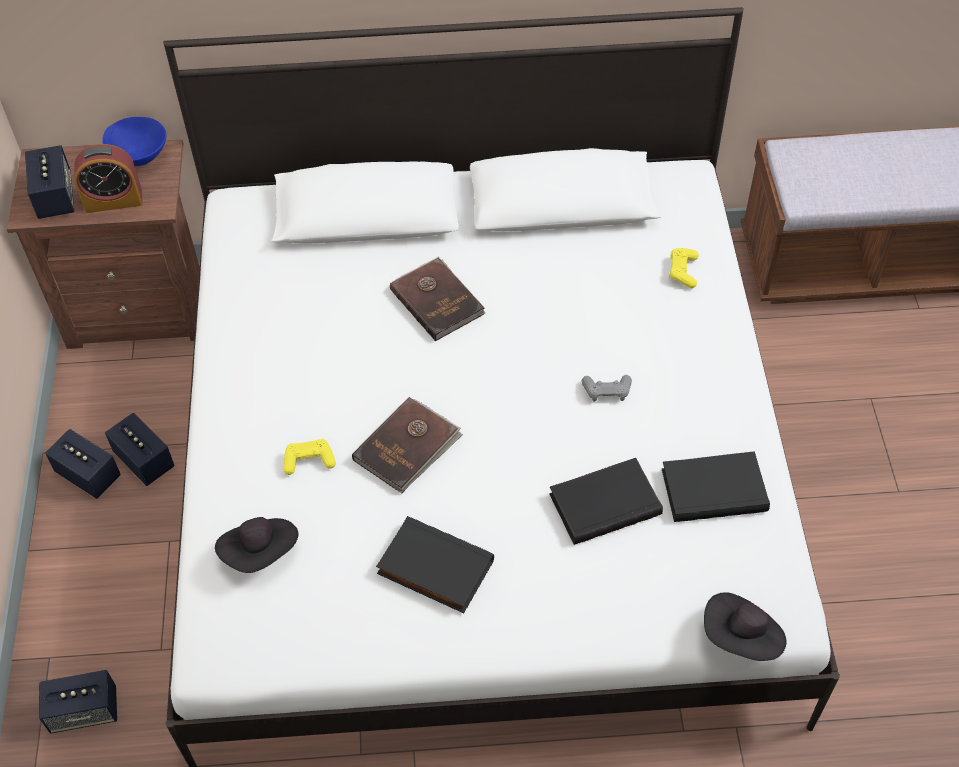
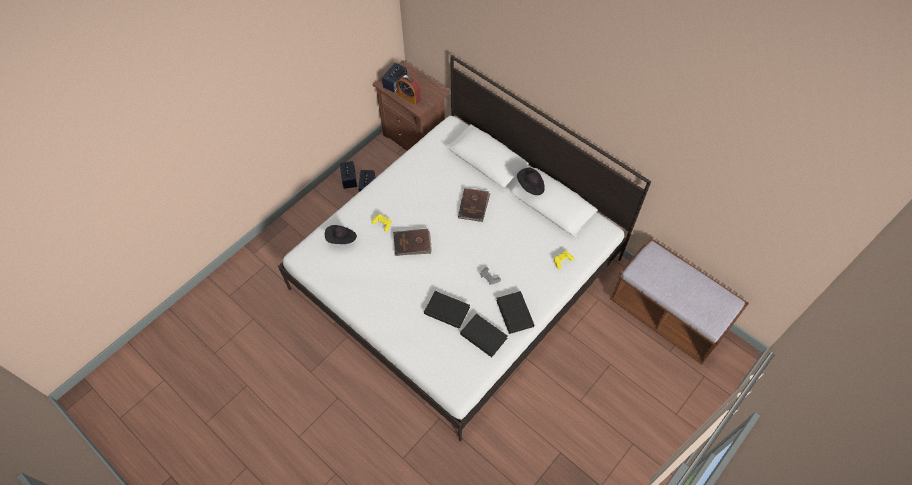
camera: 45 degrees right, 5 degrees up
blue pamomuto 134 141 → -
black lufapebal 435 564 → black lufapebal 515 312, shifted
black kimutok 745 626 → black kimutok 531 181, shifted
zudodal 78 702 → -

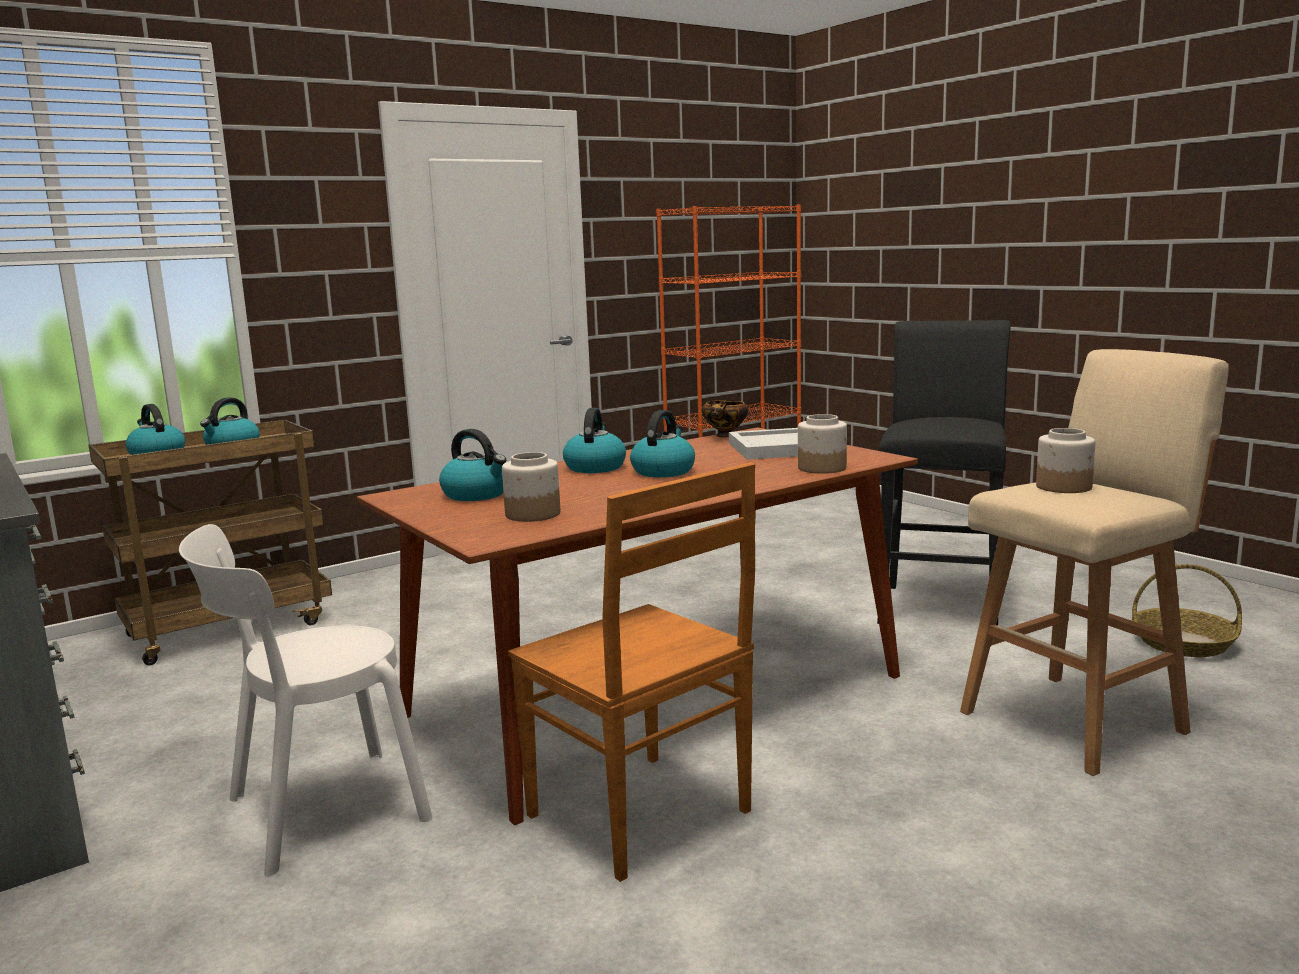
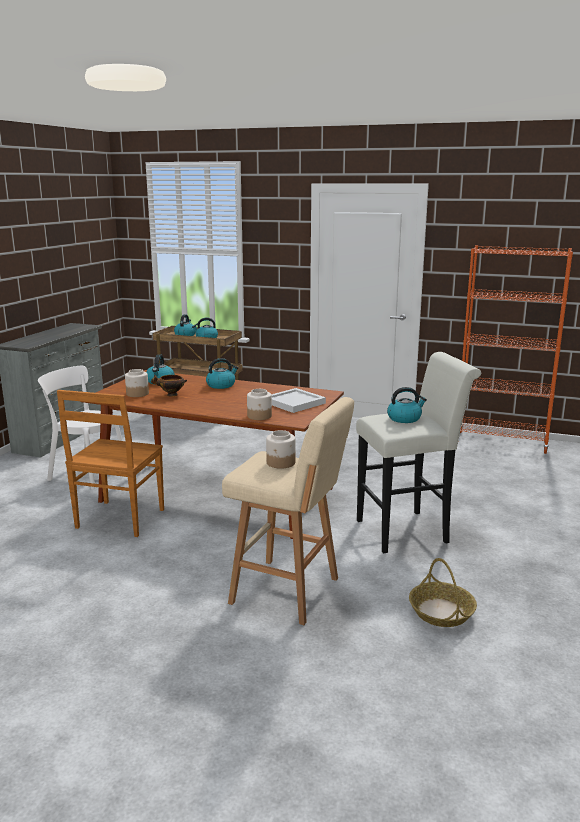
camera: 55 degrees right, 5 degrees up
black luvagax 943 473 → white luvagax 418 452
pamomuto 724 419 → pamomuto 169 385, shifted
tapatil 662 443 → tapatil 407 405, shifted

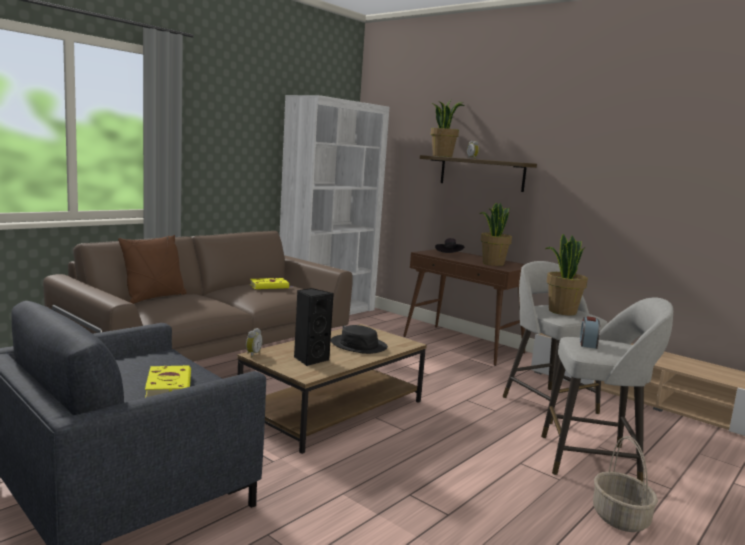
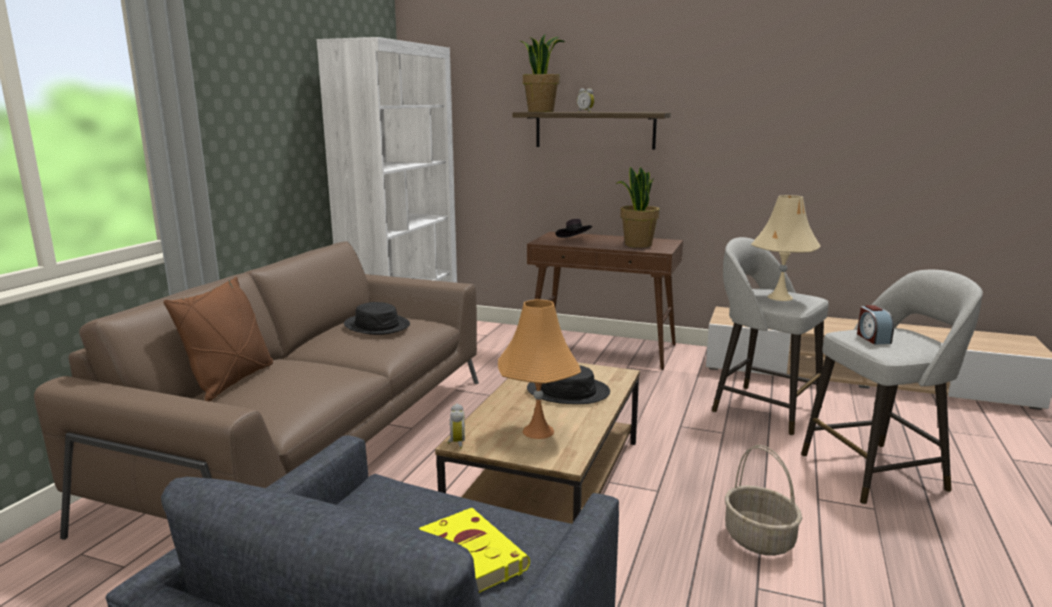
camera: 20 degrees left, 5 degrees up
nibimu 566 274 → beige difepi 785 248
yellow lufapebal 271 283 → black kimutok 377 318
black zudodal 314 327 → orange difepi 539 369
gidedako 625 484 → gidedako 763 500, shifted

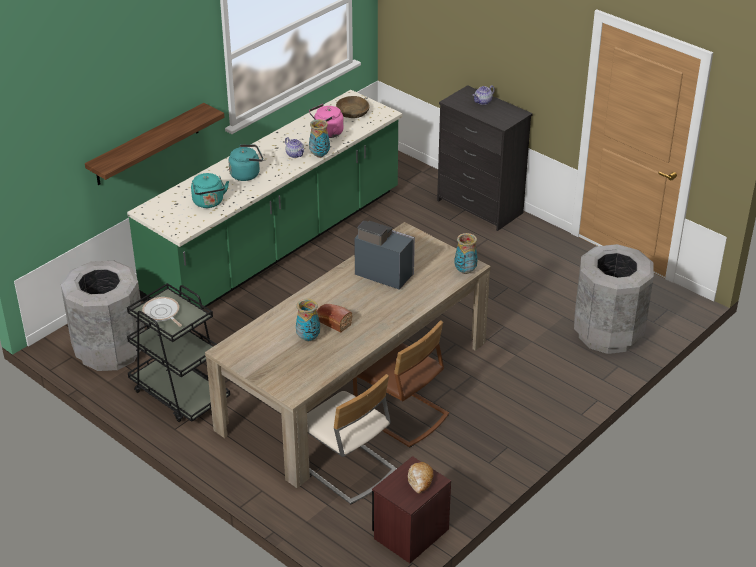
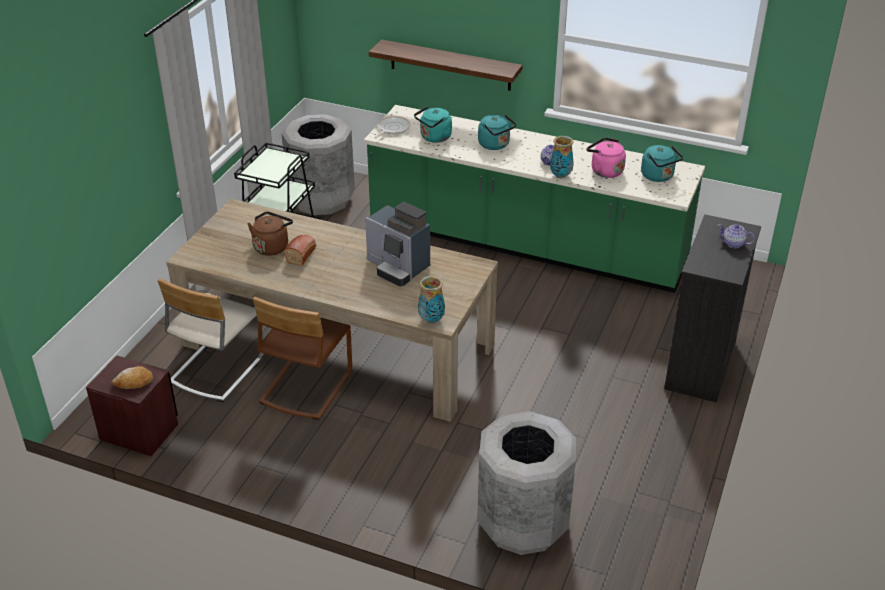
camera: 70 degrees right, 0 degrees up
brown pamomuto 353 107 → turquoise tapatil 662 163
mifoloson 384 255 → mifoloson 397 244, 120 degrees clockwise
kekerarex 162 312 → kekerarex 392 127, shifted
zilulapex 308 320 → brown tapatil 270 233

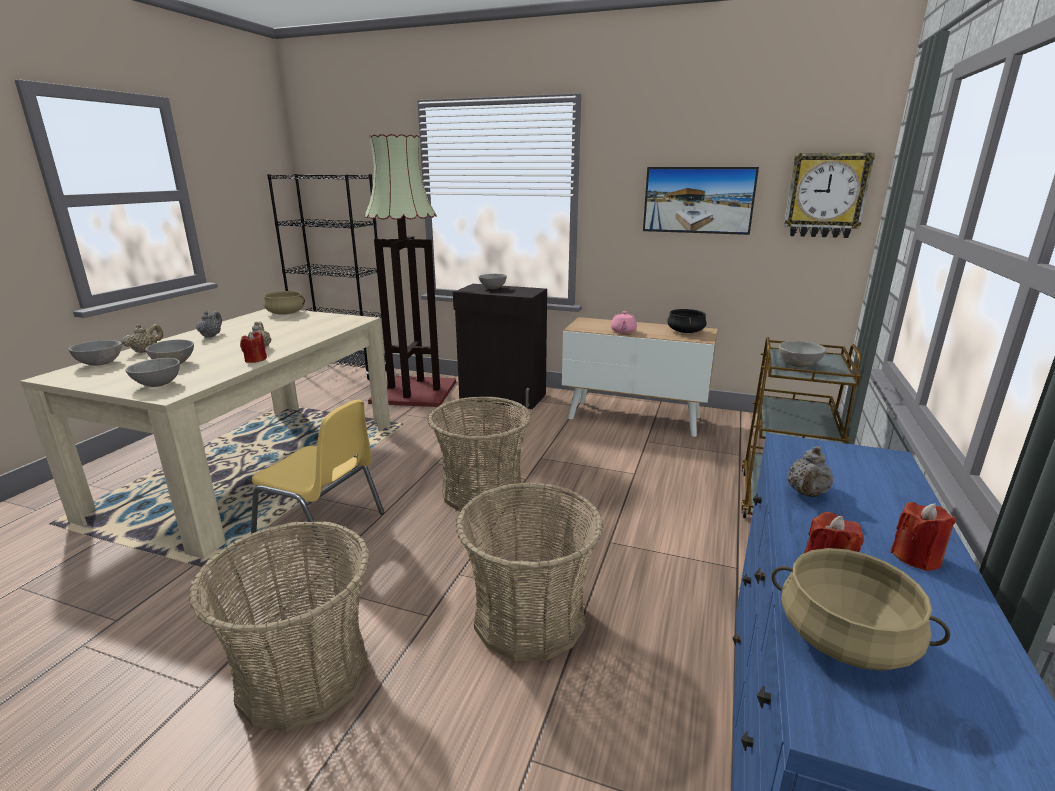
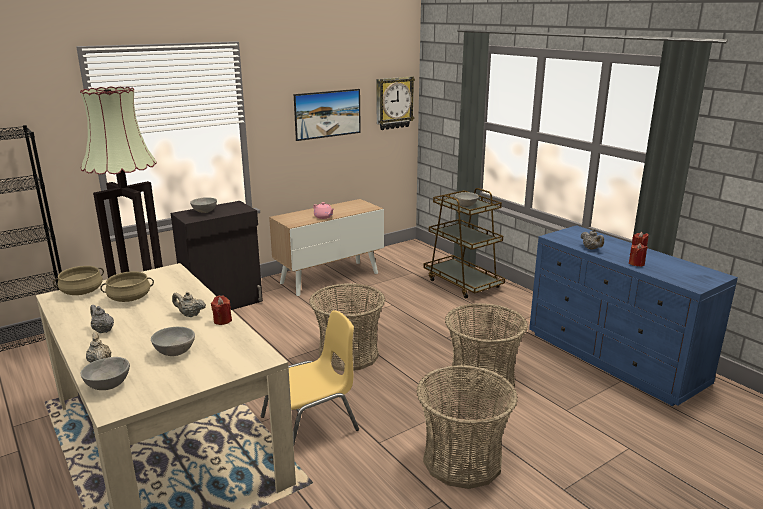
camera: 55 degrees left, 0 degrees up
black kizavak 686 321 → -
grey pamomuto 152 372 → -
beige kizavak 860 609 → beige kizavak 127 286, shifted

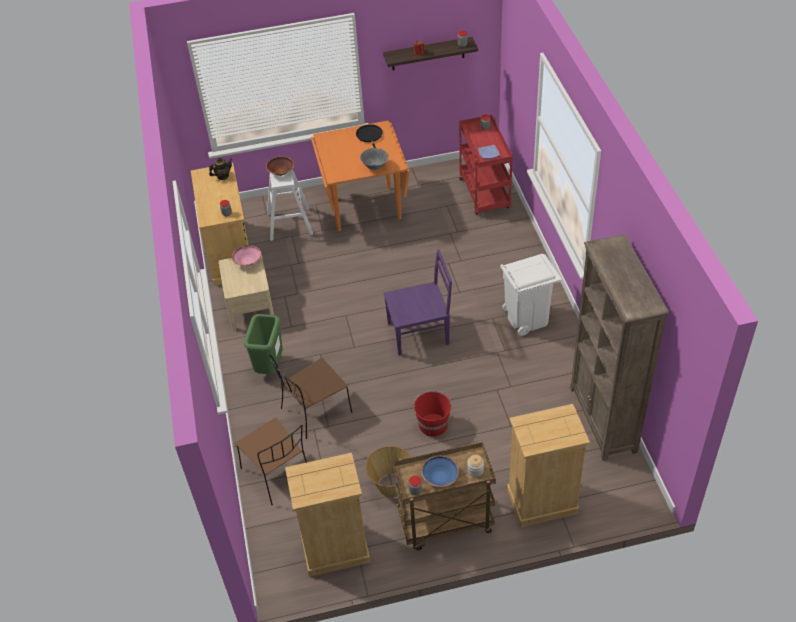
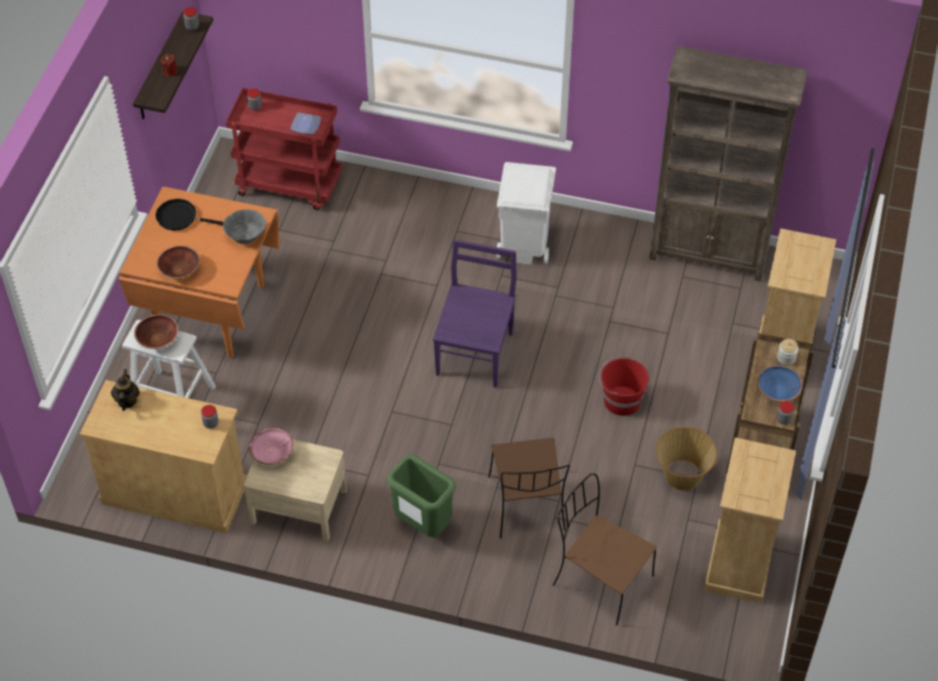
camera: 65 degrees left, 5 degrees up
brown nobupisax 271 461 → brown nobupisax 605 549, 135 degrees counterclockwise
- → brown pamomuto 178 262

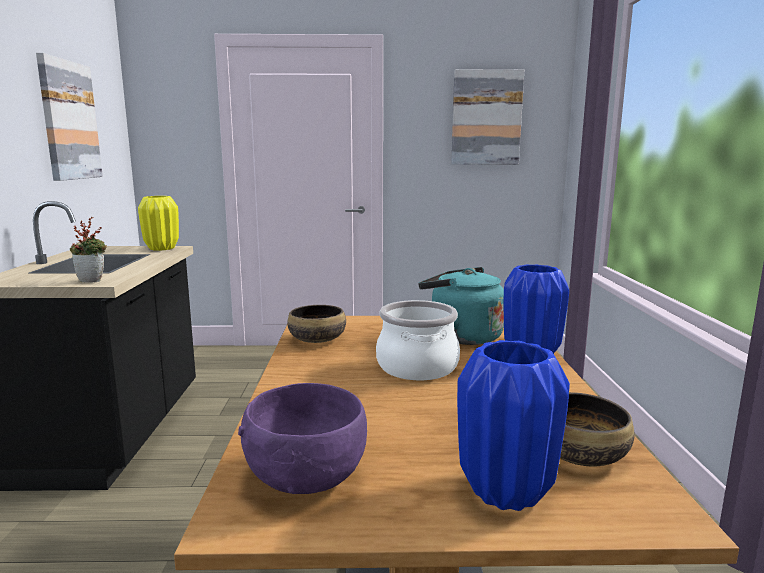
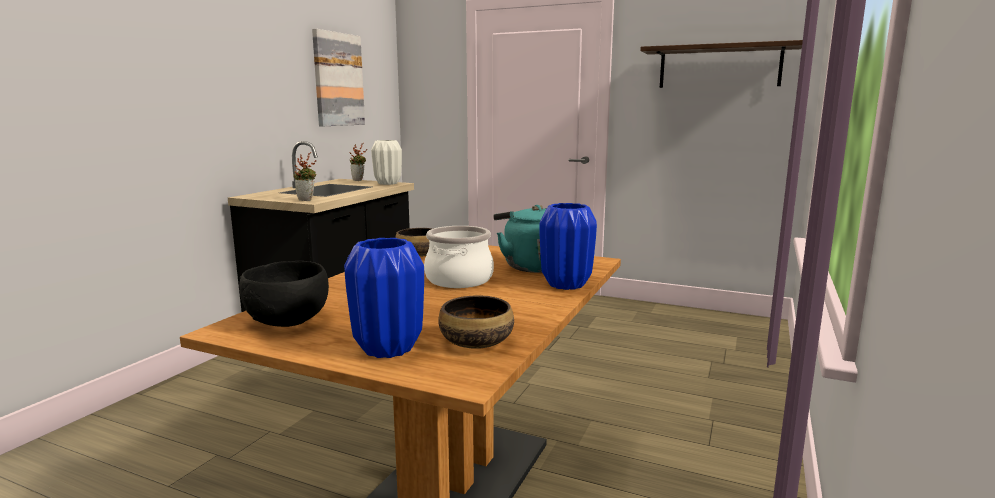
camera: 25 degrees right, 0 degrees up
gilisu 487 117 → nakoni 721 64
yellow zilulapex 158 223 → white zilulapex 386 162
purple pamomuto 302 438 → black pamomuto 284 294
- → nibimu 358 162

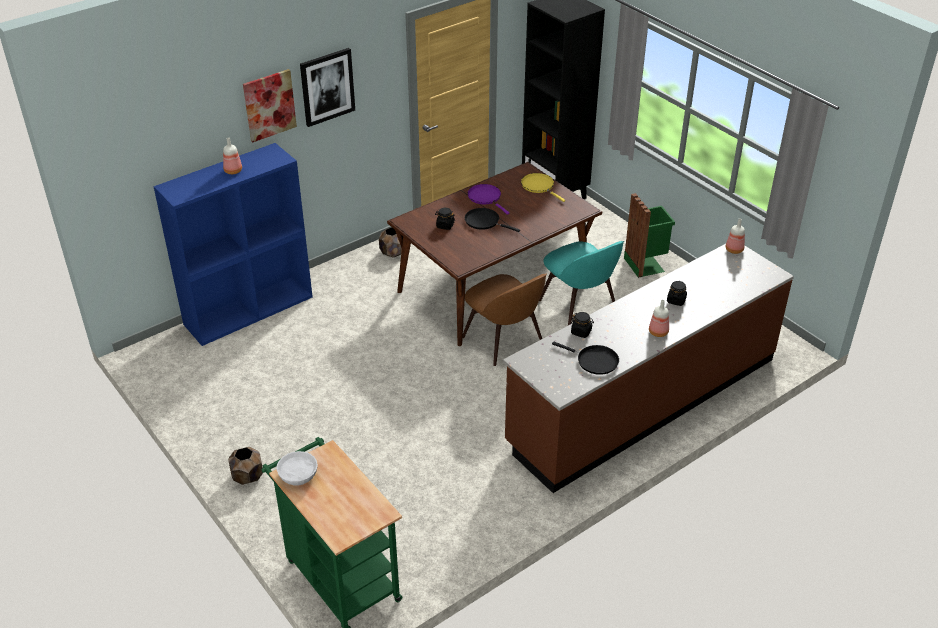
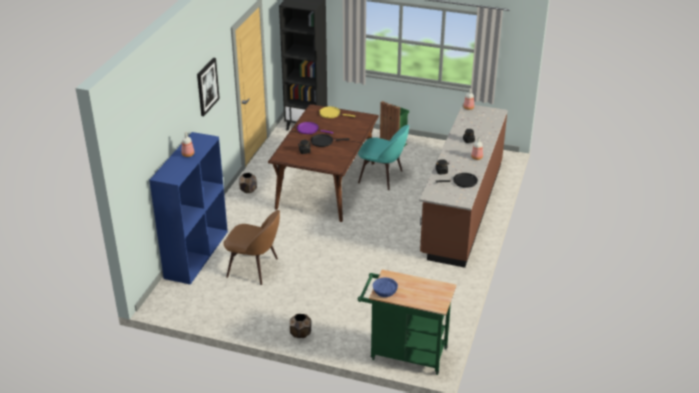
camera: 35 degrees left, 5 degrees down
gilisu 270 105 → -
brown nobupisax 505 319 → brown nobupisax 251 247, shifted
white pamomuto 297 468 → blue pamomuto 385 287

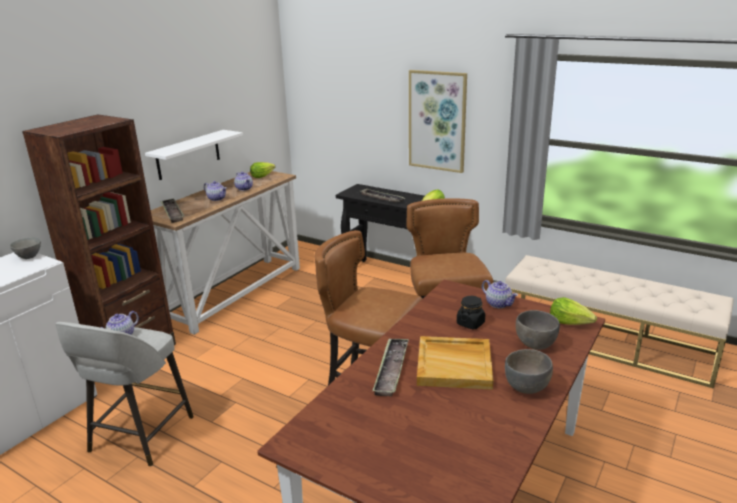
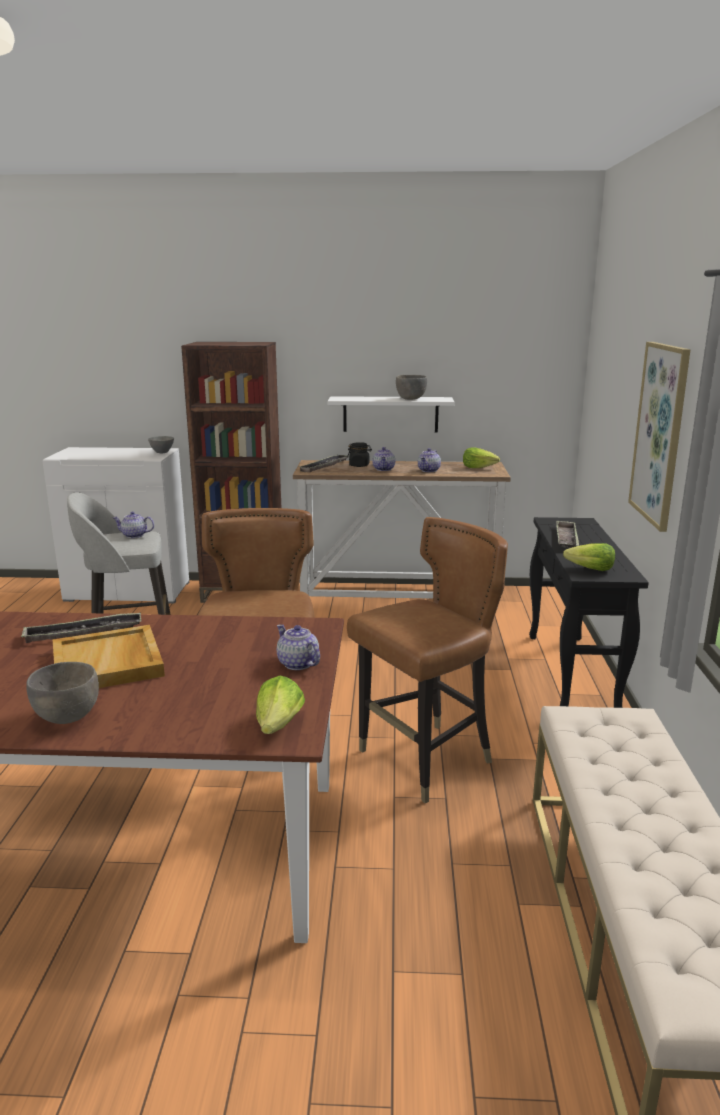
camera: 60 degrees right, 5 degrees down
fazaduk 500 294 → fazaduk 298 647, 120 degrees clockwise
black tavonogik 471 312 → black tavonogik 359 454, shifted
grey pamomuto 538 330 → grey pamomuto 411 387, shifted

